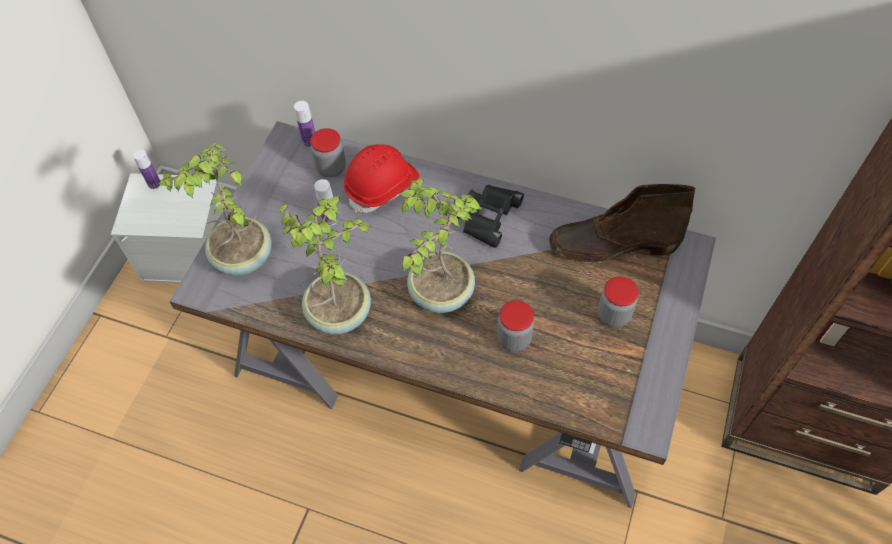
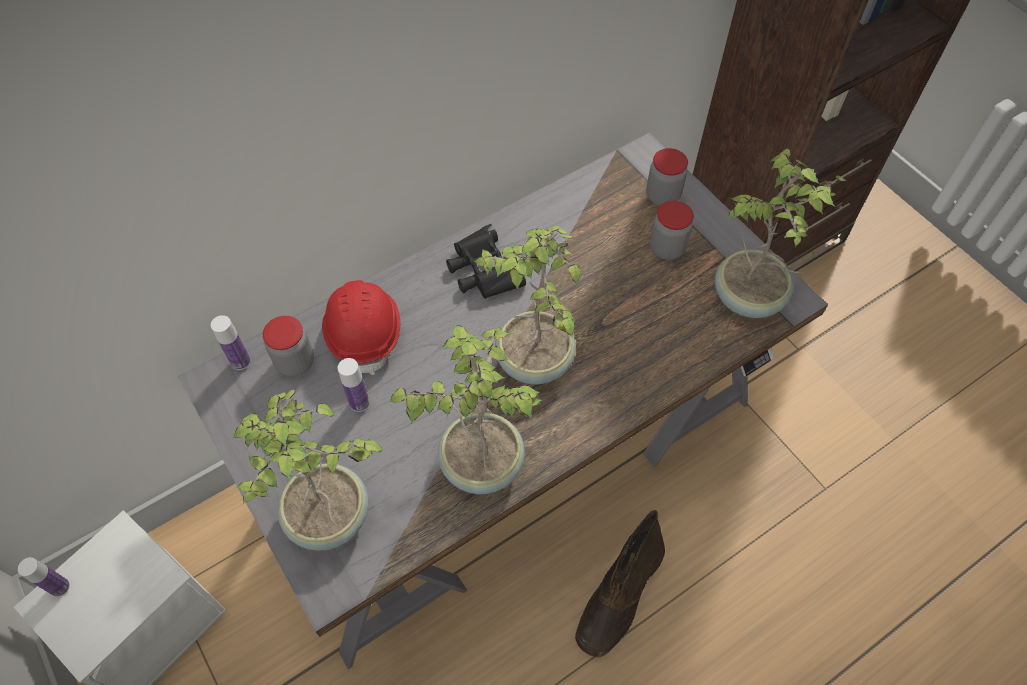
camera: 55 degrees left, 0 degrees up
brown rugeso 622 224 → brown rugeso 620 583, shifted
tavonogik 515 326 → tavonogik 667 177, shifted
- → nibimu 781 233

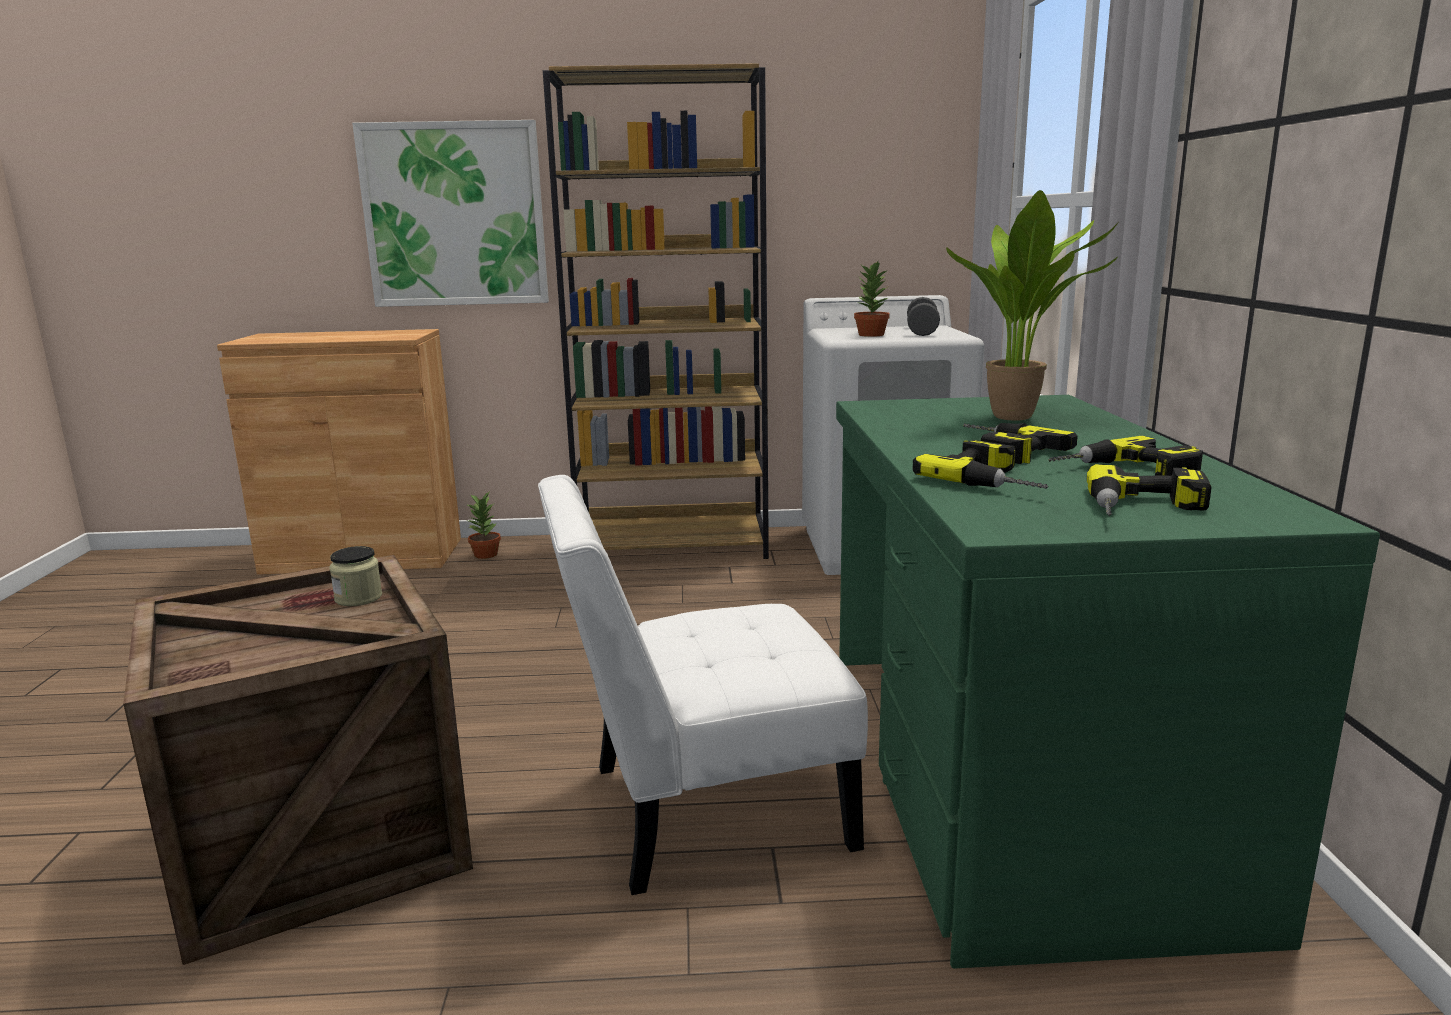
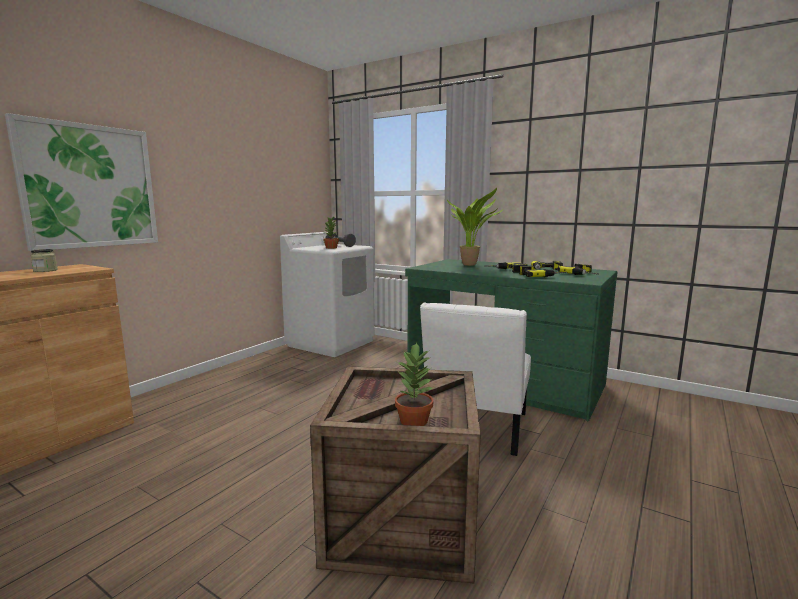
camera: 55 degrees left, 5 degrees down
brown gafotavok 656 311 → -
nibimu 483 525 → nibimu 414 384, shifted
tavonogik 356 576 → tavonogik 44 260, shifted

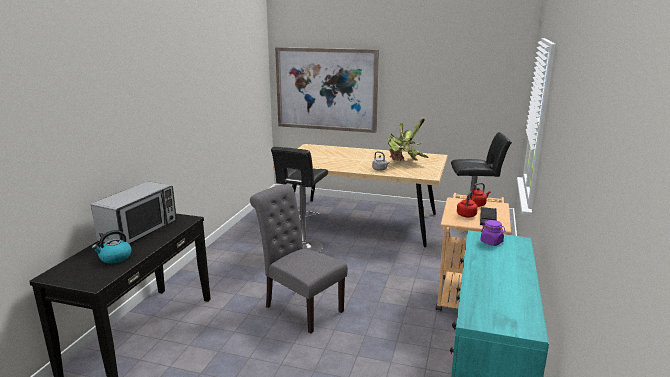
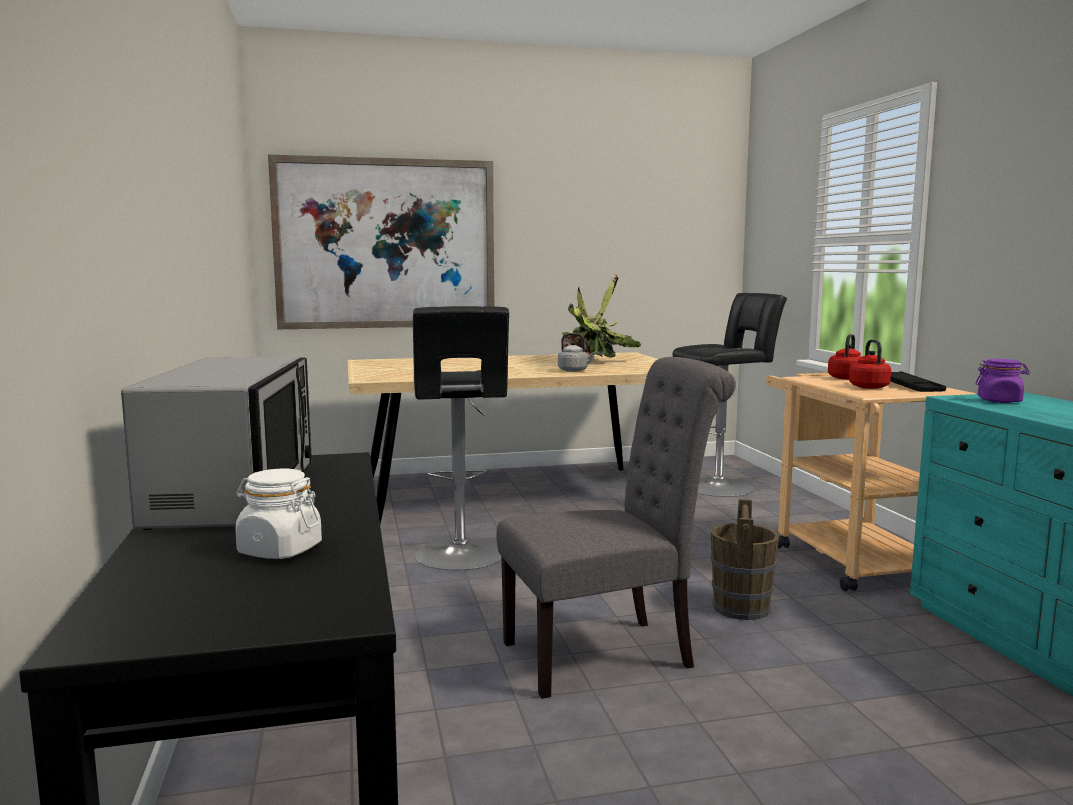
camera: 30 degrees left, 10 degrees down
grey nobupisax 299 258 → grey nobupisax 616 528, 150 degrees clockwise
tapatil 112 246 → white tavonogik 278 513
- → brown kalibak 745 559

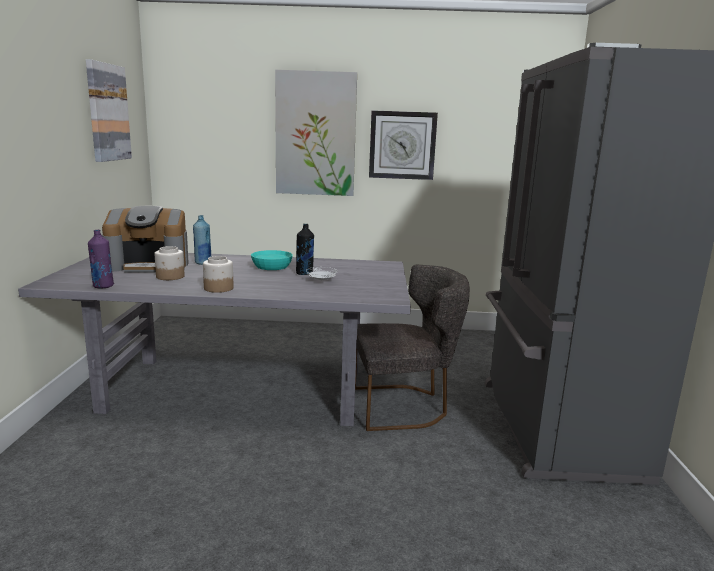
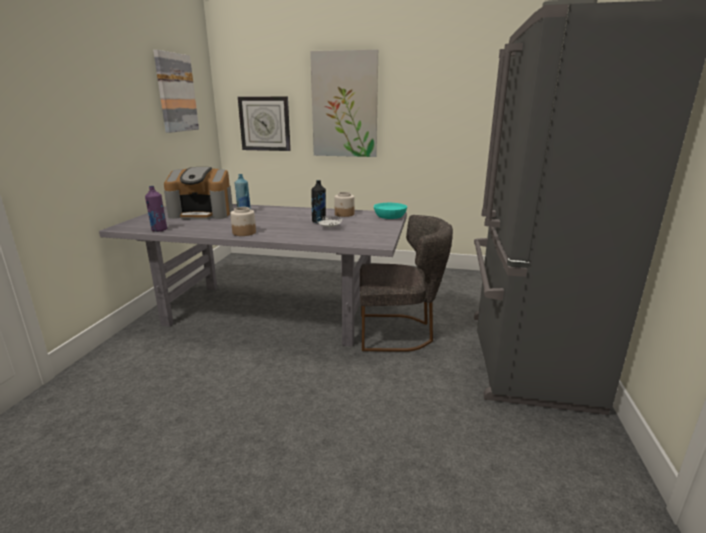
camera: 10 degrees right, 5 degrees up
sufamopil 403 145 → sufamopil 264 123, shifted
tavonogik 170 263 → tavonogik 344 204, shifted
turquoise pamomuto 272 260 → turquoise pamomuto 390 211, shifted

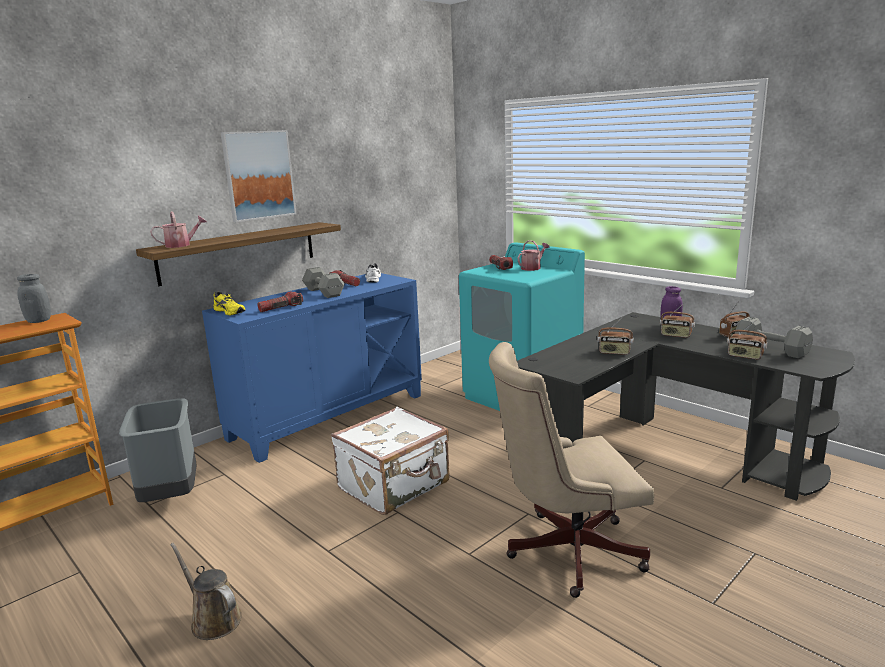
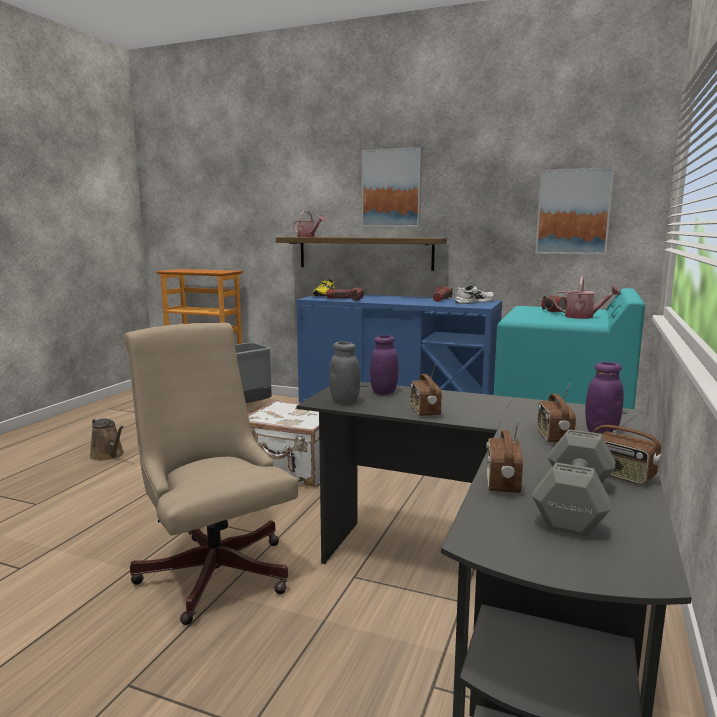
camera: 65 degrees right, 5 degrees down
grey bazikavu 323 282 → -
grey tavonogik 34 298 → grey tavonogik 344 373, shifted
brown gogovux 206 591 → brown gogovux 107 439, 120 degrees clockwise
- → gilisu 574 211
- → purple tavonogik 384 365

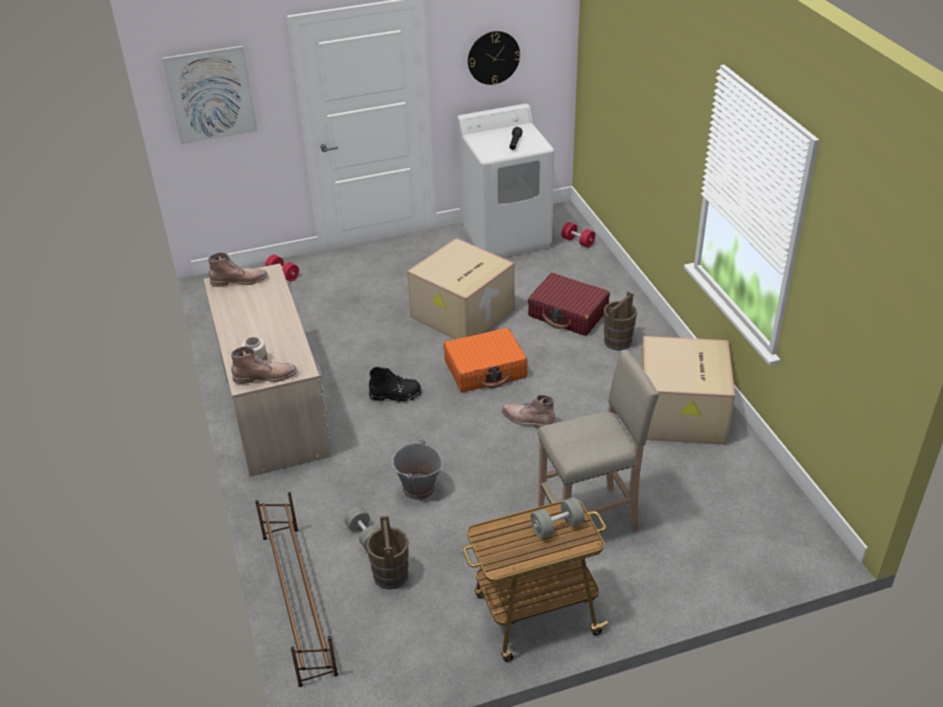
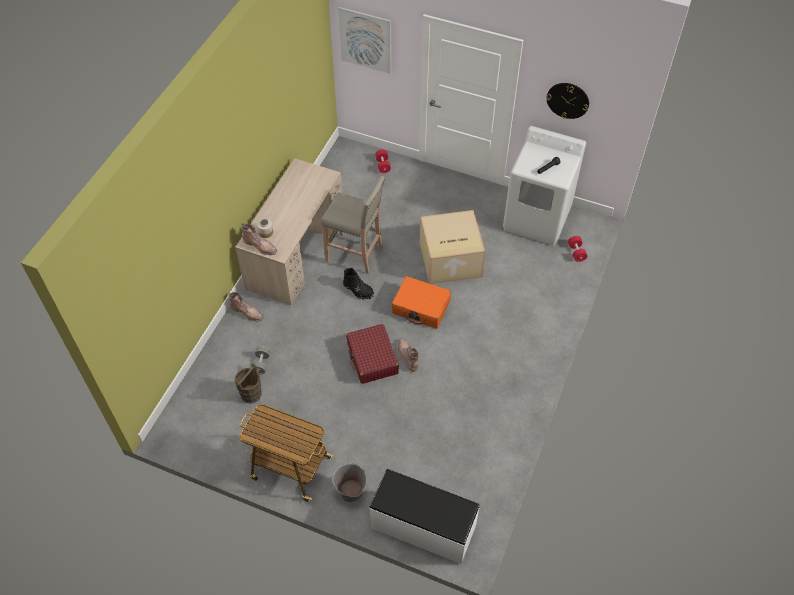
camera: 40 degrees right, 15 degrees up
brown rugeso 238 269 → brown rugeso 246 306, shifted
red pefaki 569 304 → red pefaki 372 354, shifted
brown kalibak 620 321 → -
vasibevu 687 390 → -
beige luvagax 598 441 → beige luvagax 353 225, shifted
grey kalibak 417 470 → grey kalibak 349 482, shifted
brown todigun 296 589 → -
grey bazikavu 557 518 → -
- → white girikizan 424 516

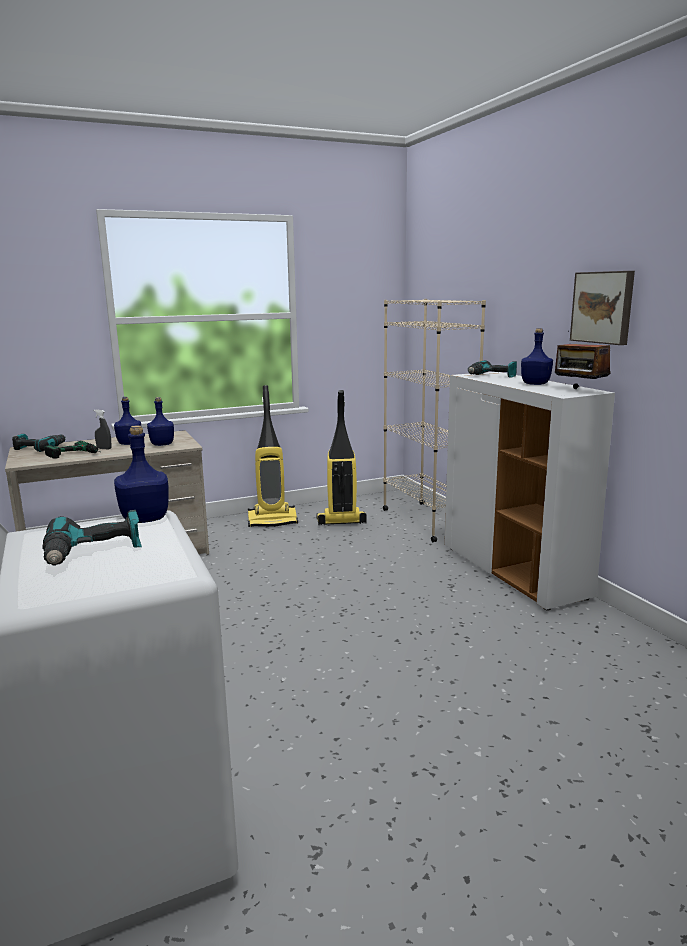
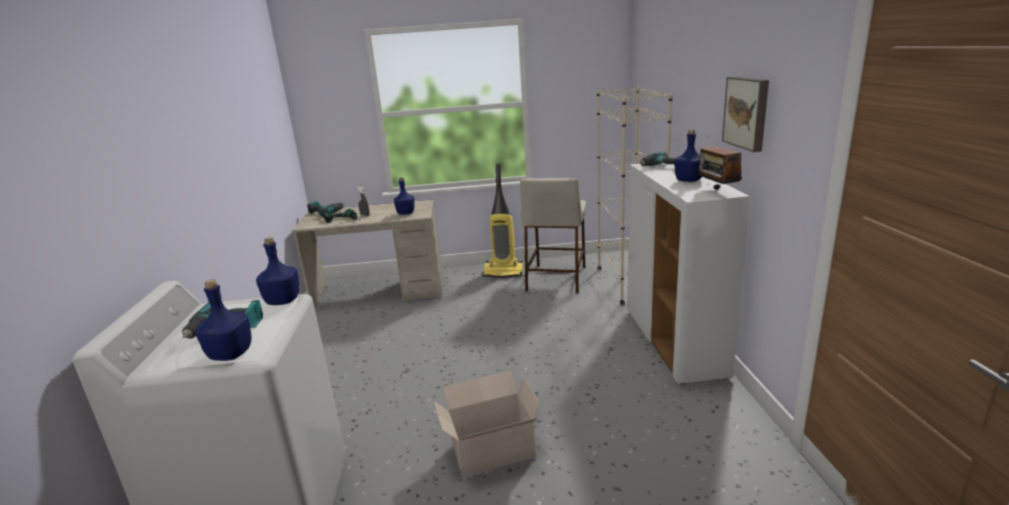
camera: 20 degrees right, 5 degrees up
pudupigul 341 457 → beige luvagax 553 236
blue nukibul 127 421 → blue nukibul 223 320, shifted
- → vasibevu 487 424

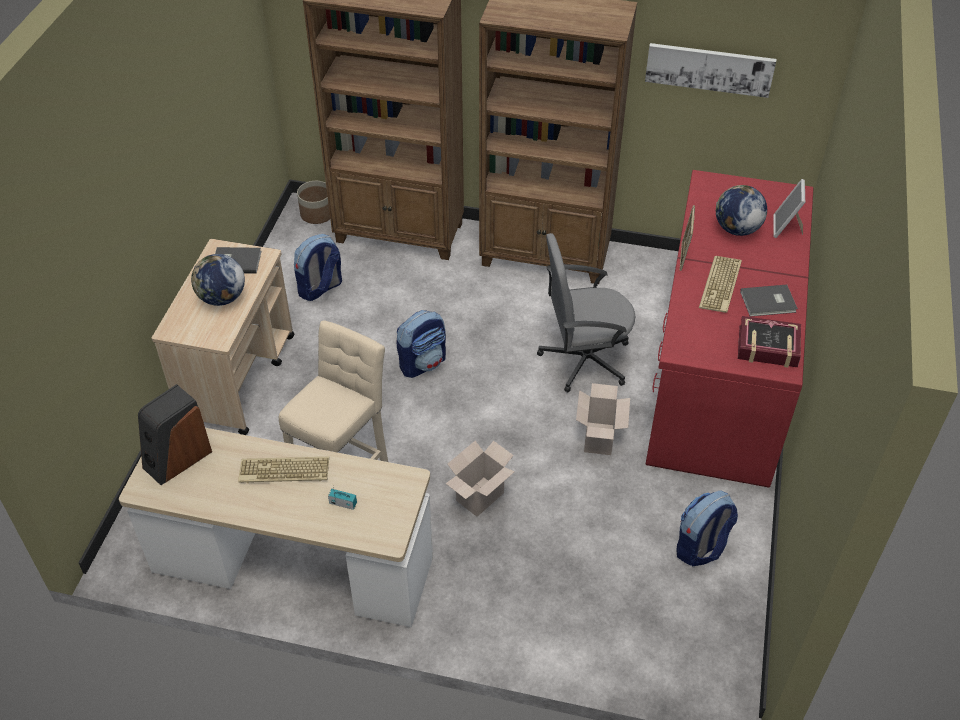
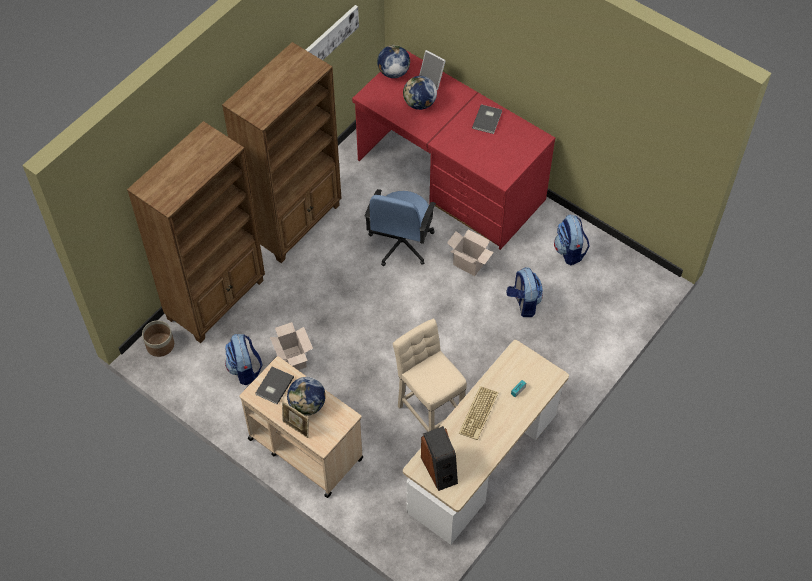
camera: 65 degrees left, 10 degrees up
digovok 687 238 → digovok 295 420, shifted
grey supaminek 586 313 → blue supaminek 400 227
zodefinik 720 284 → -
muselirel 421 344 → muselirel 524 292, shifted
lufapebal 769 342 → -
vasibevu 480 479 → vasibevu 291 346, shifted
- → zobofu 393 61

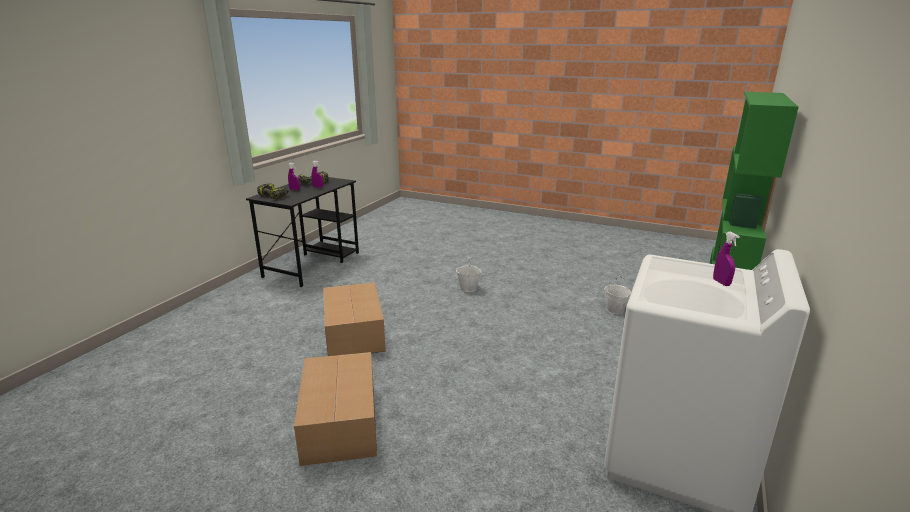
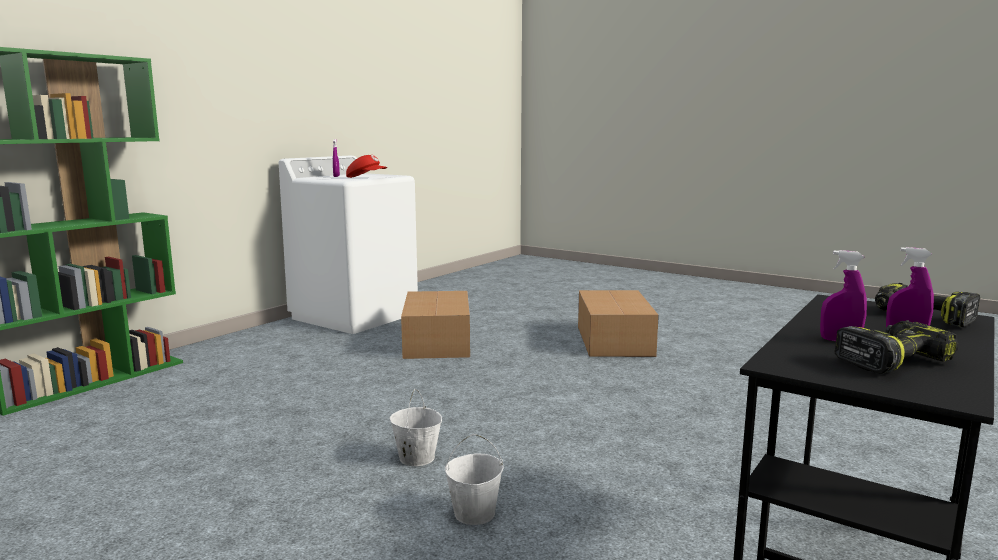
camera: 170 degrees left, 10 degrees down
white kalibak 618 295 → white kalibak 474 479, shifted
vasibevu 354 319 → vasibevu 435 325, shifted
- → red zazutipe 366 166

